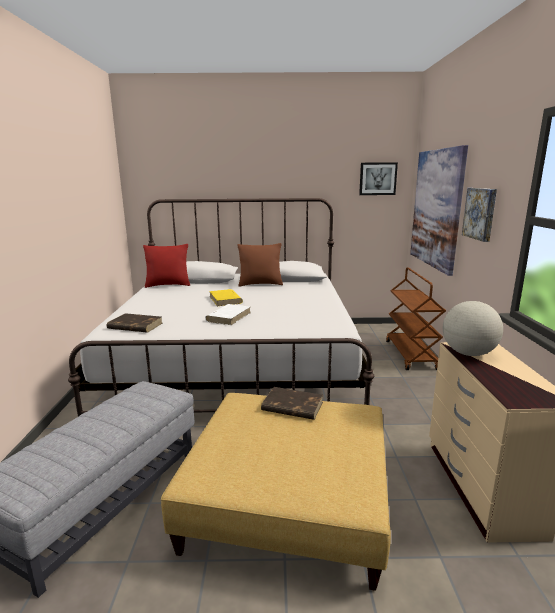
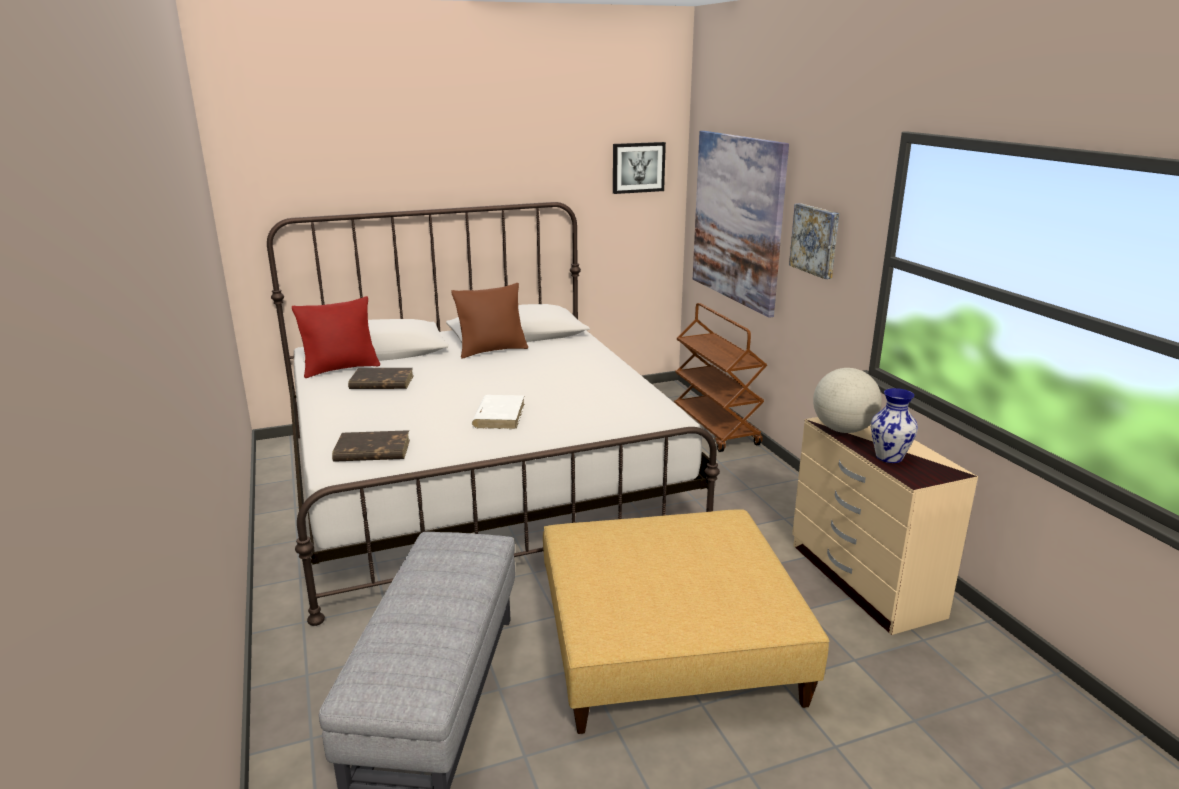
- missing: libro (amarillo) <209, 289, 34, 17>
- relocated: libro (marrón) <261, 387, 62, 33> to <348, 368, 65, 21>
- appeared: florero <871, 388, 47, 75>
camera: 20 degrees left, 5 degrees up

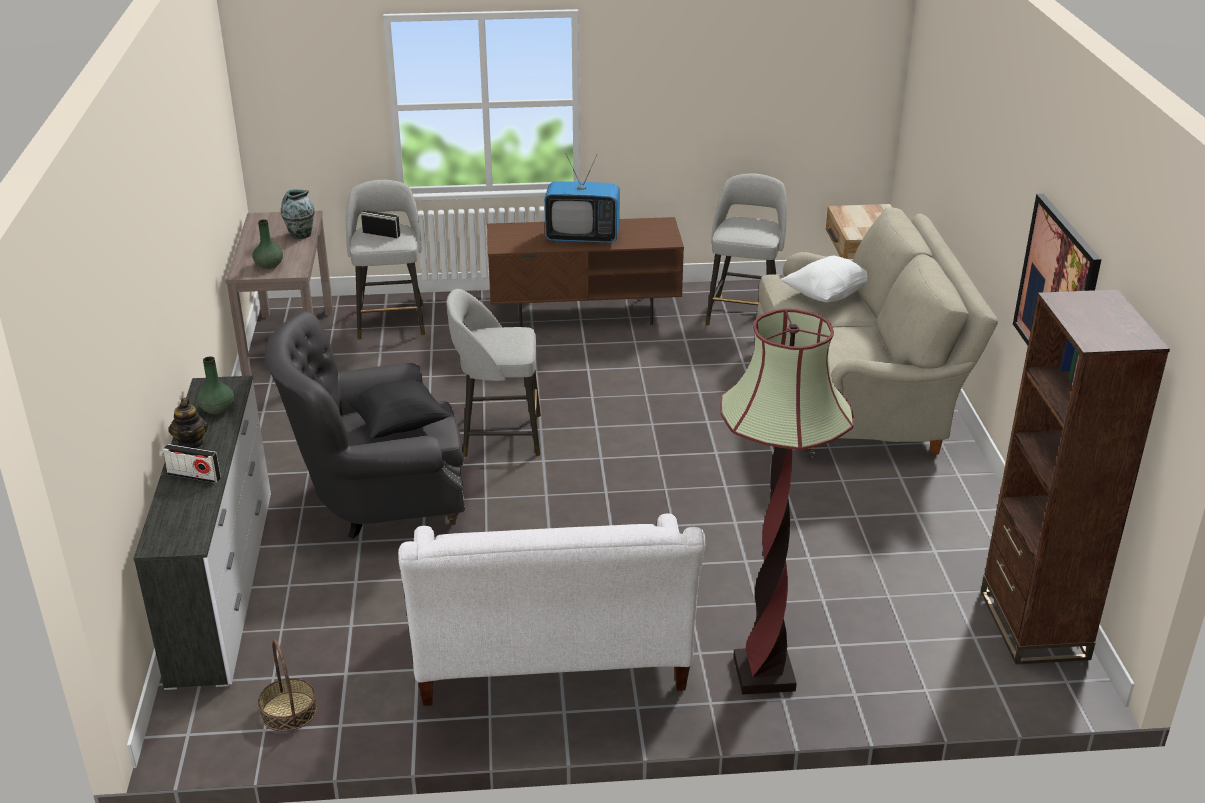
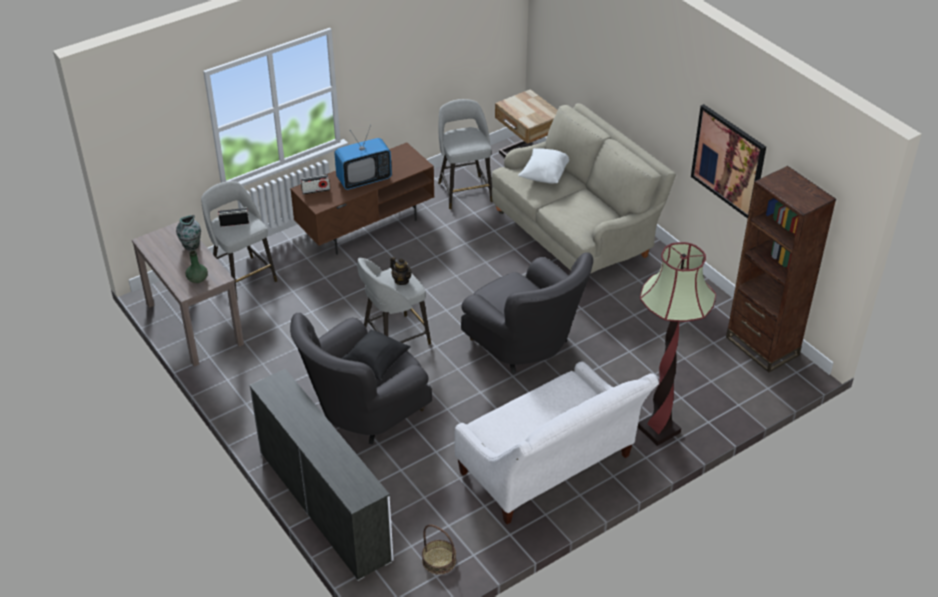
- relocated: radio <162, 444, 59, 39> to <301, 175, 29, 20>
- relocated: tetera <168, 398, 40, 51> to <390, 257, 22, 28>
- missing: florero (verde) <197, 356, 37, 59>
- appeared: sillón (gris) <461, 252, 132, 122>
camera: 30 degrees left, 10 degrees up

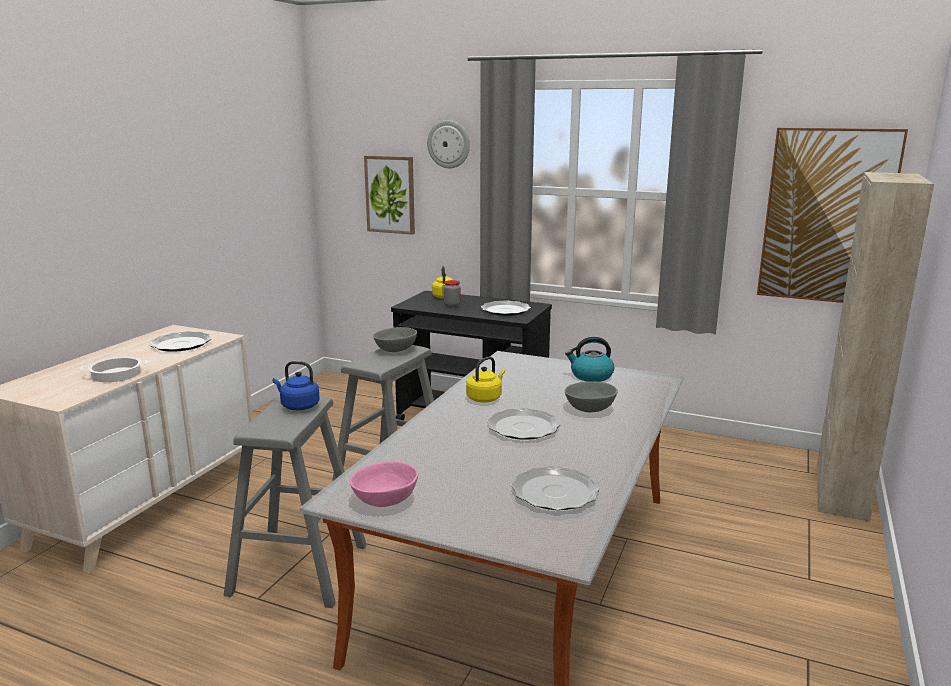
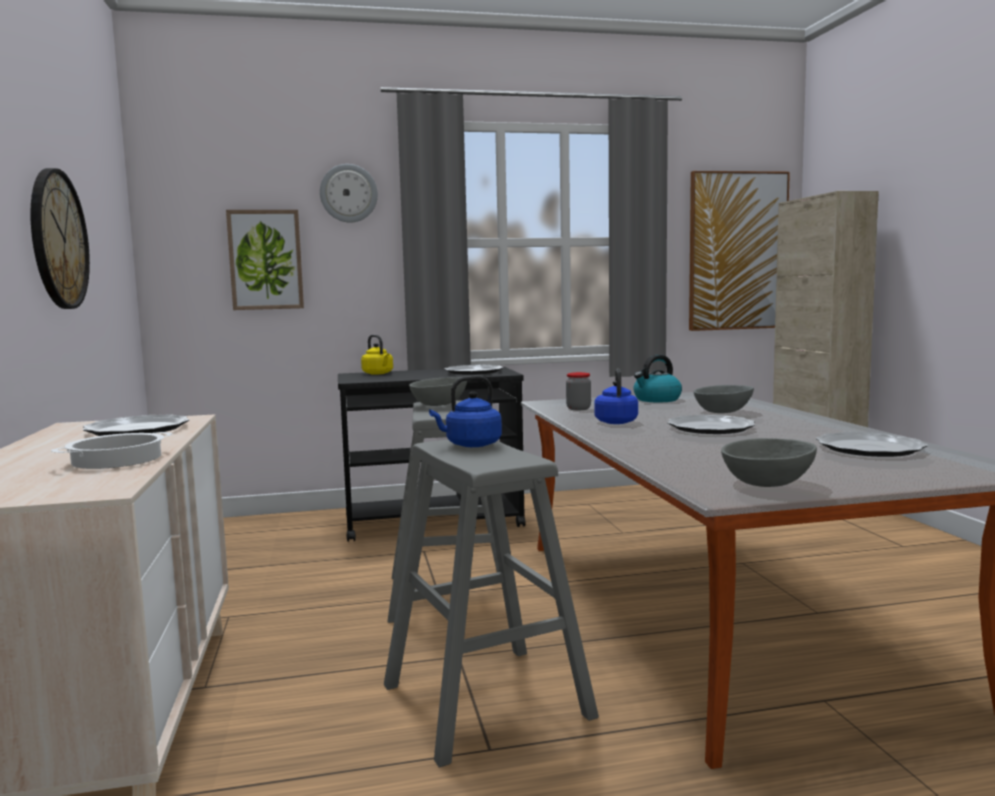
- colour: cuenco (rosa) <350, 462, 68, 45> to cuenco (gris) <721, 438, 96, 49>
- relocated: tarro <444, 280, 17, 27> to <566, 372, 25, 38>
- colour: hervidor (amarillo) <466, 357, 39, 45> to hervidor (azul) <594, 369, 44, 55>
- appeared: reloj de pared <30, 168, 60, 141>
camera: 35 degrees left, 10 degrees down

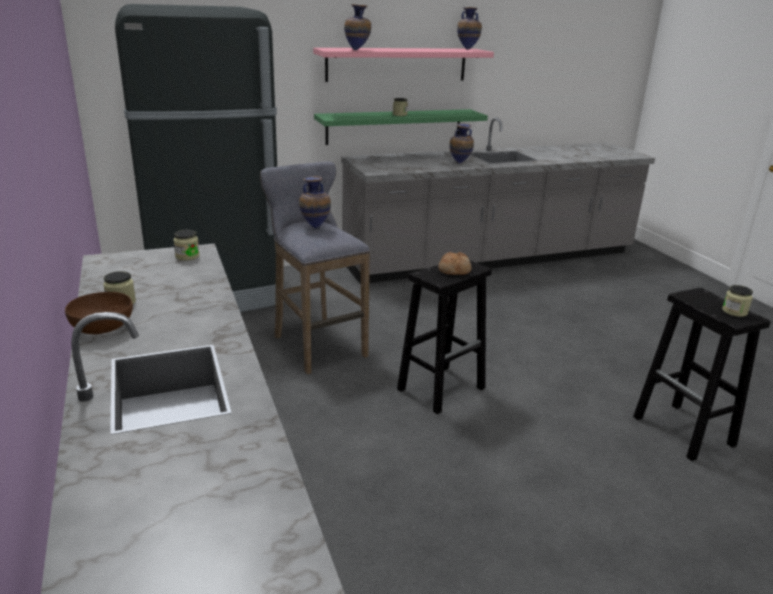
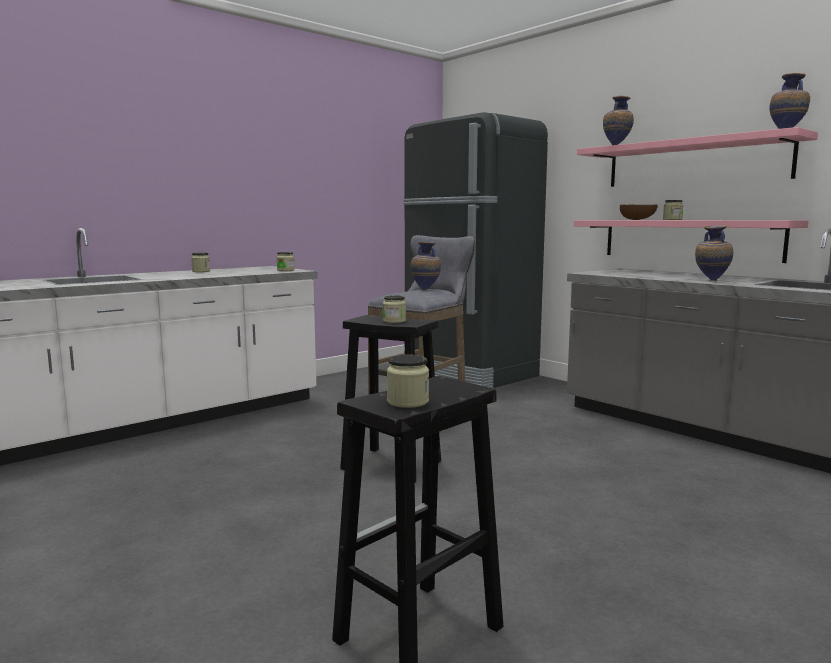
- relocated: cuenco (marrón) <65, 292, 68, 43> to <620, 204, 38, 16>
- colour: estante (verde) <314, 109, 174, 36> to estante (rosa) <574, 220, 234, 43>
- exchanged: pan <439, 252, 33, 23> to tarro <383, 295, 23, 28>
camera: 70 degrees right, 15 degrees down

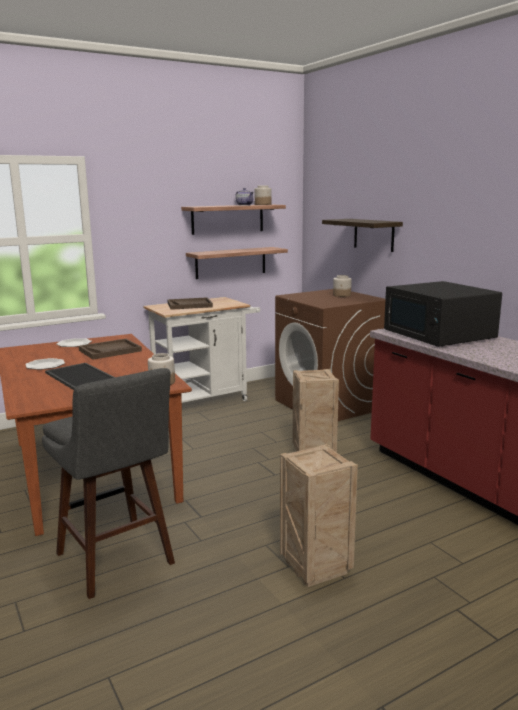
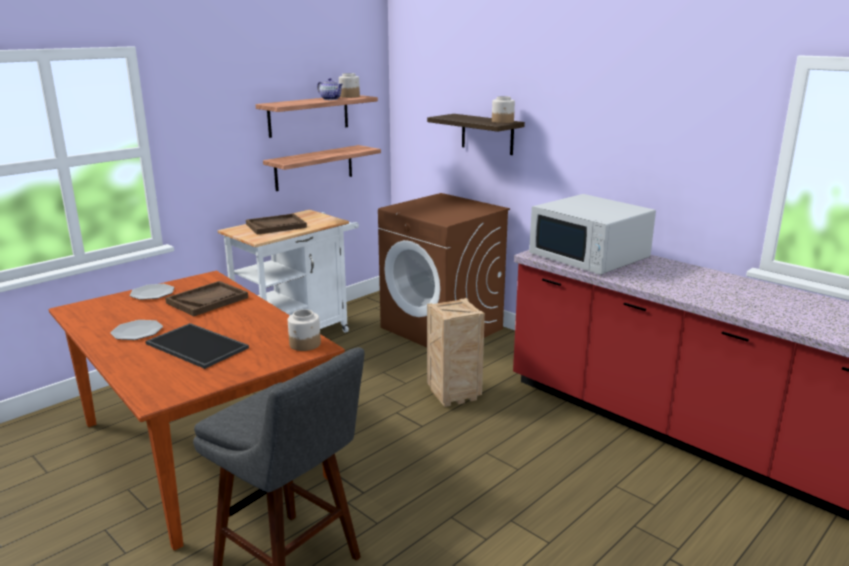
- missing: caja de embalaje <280, 444, 78, 143>
- relocated: tarro <333, 275, 19, 22> to <492, 96, 23, 27>
- colour: microondas (negro) <384, 281, 118, 66> to microondas (blanco) <529, 194, 127, 81>
camera: 15 degrees left, 5 degrees up

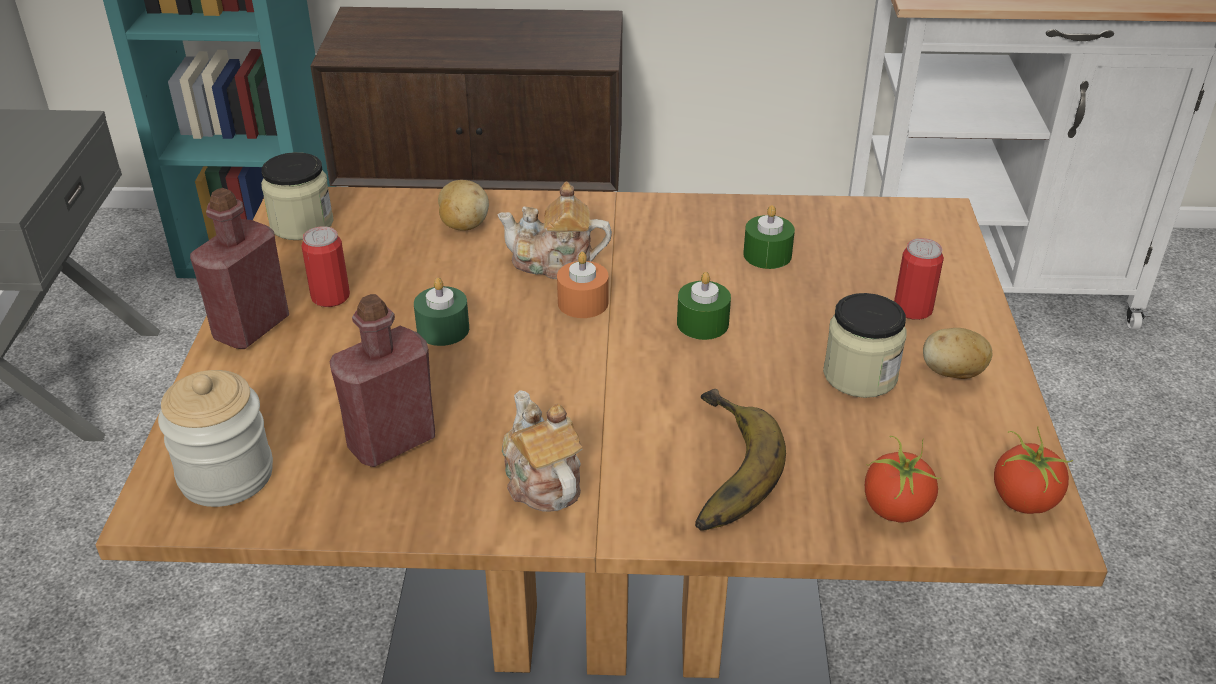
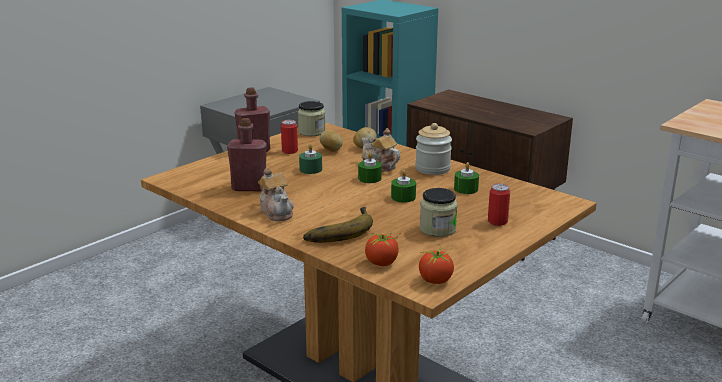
- relocated: tarro <158, 370, 115, 137> to <415, 123, 37, 52>
- spun: tetera <502, 390, 80, 122> = <258, 167, 36, 54> 135 degrees clockwise
- colour: vela (naranja) <557, 252, 52, 66> to vela (verde) <358, 152, 24, 31>
- relocated: patata <923, 328, 69, 51> to <319, 130, 24, 22>
camera: 40 degrees right, 15 degrees down

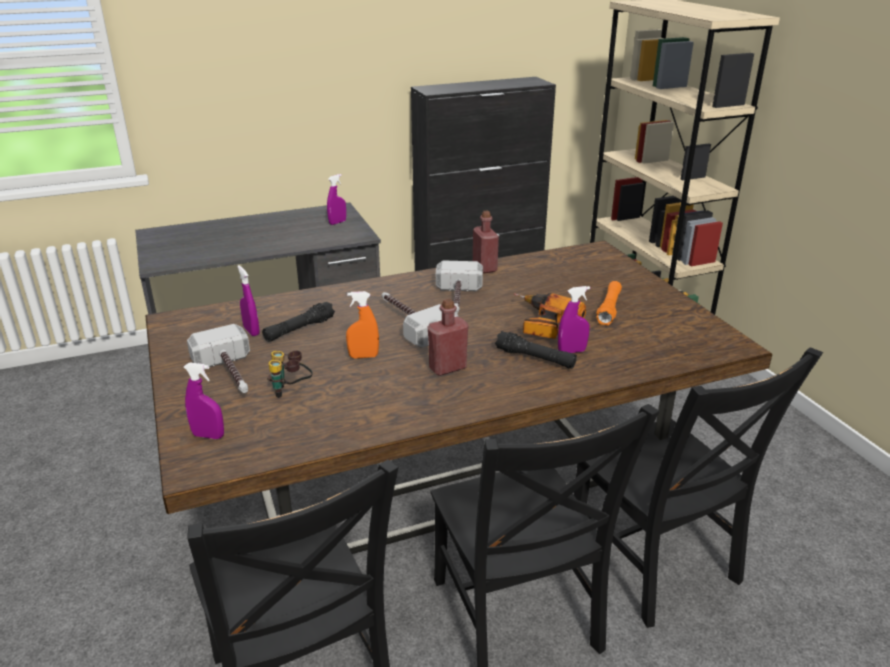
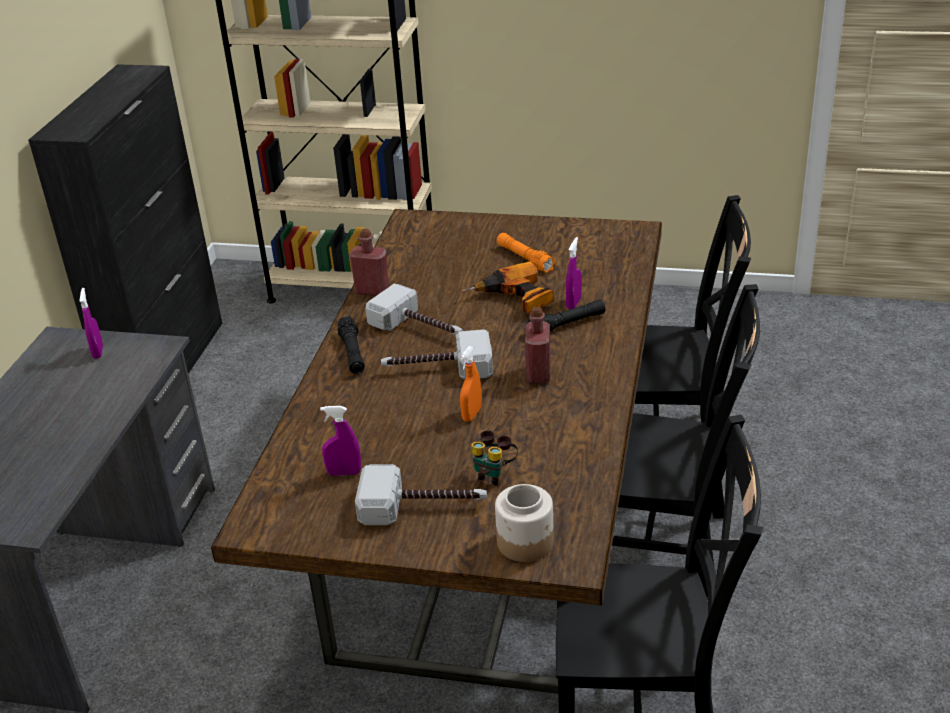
- exchanged: pulverizador (morado) <184, 362, 40, 77> to tarro <495, 484, 59, 78>
- relocated: linterna (negro) <262, 302, 73, 40> to <337, 316, 28, 58>
camera: 55 degrees left, 5 degrees up

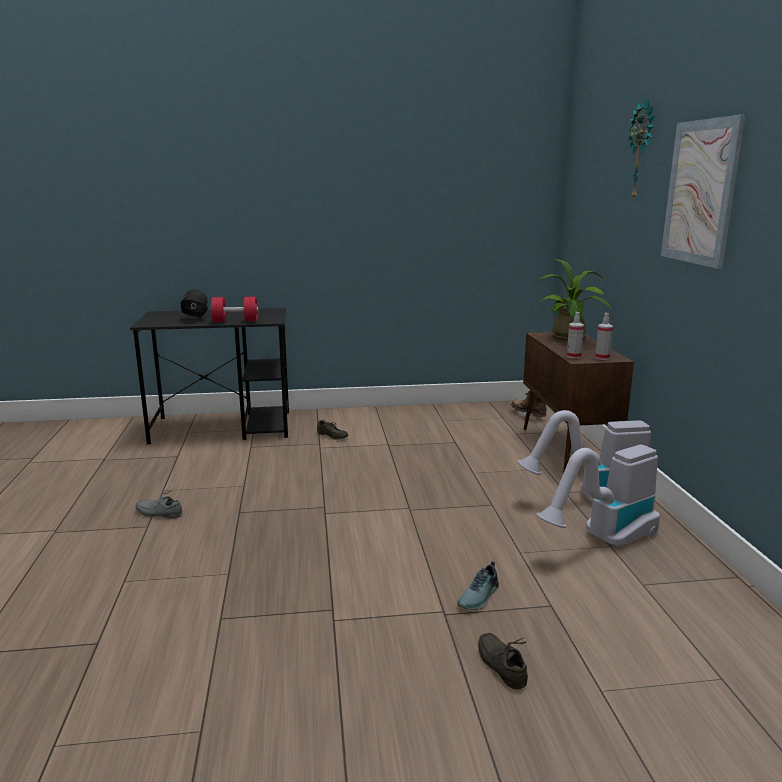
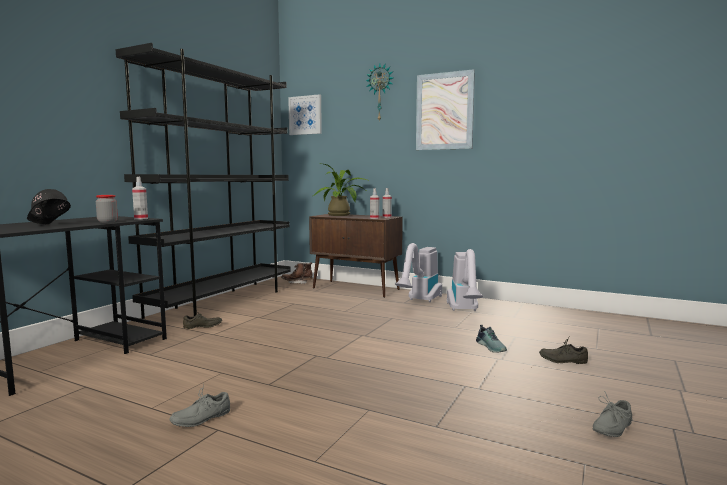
- exchanged: mancuerna (rojo) <211, 297, 47, 25> to tarro <96, 195, 22, 28>
- appeared: estantería (negro) <116, 43, 175, 276>
- appeared: pulverizador <132, 177, 16, 43>
- appeared: cuadro <288, 94, 34, 41>
- appeared: zapato (gris) <593, 391, 39, 46>
camera: 55 degrees left, 10 degrees down

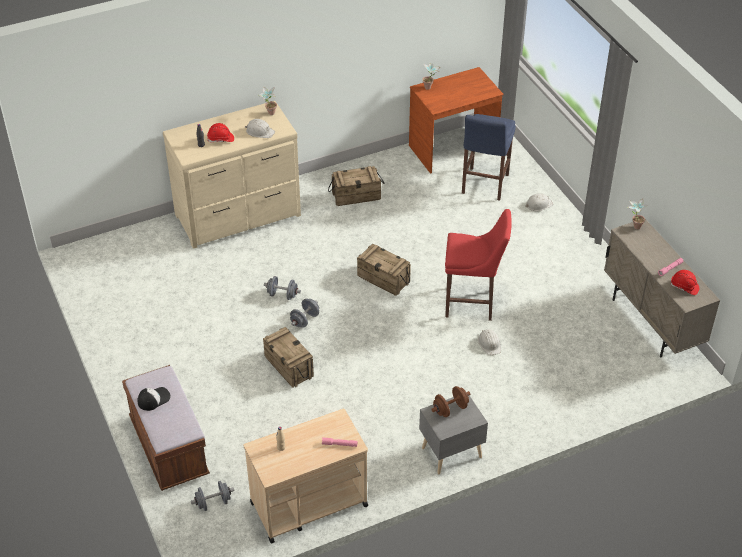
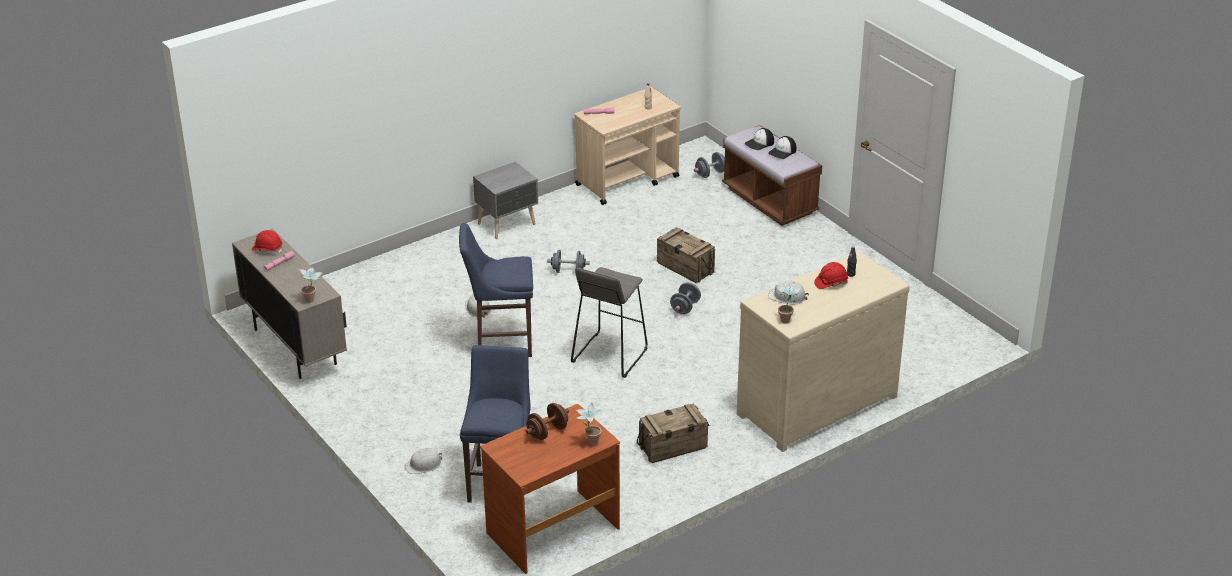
- relocated: mancuerna (gris) <264, 276, 37, 24> to <547, 250, 43, 23>
- exchanged: caja de embalaje <357, 244, 54, 52> to taburete (gris) <571, 267, 76, 111>
- relocated: mancuerna (marrón) <432, 386, 38, 31> to <526, 403, 43, 37>
- colour: taburete (rojo) <445, 209, 66, 112> to taburete (azul) <459, 223, 74, 134>
- appeared: gorra <745, 128, 29, 22>
camera: 170 degrees right, 10 degrees down

